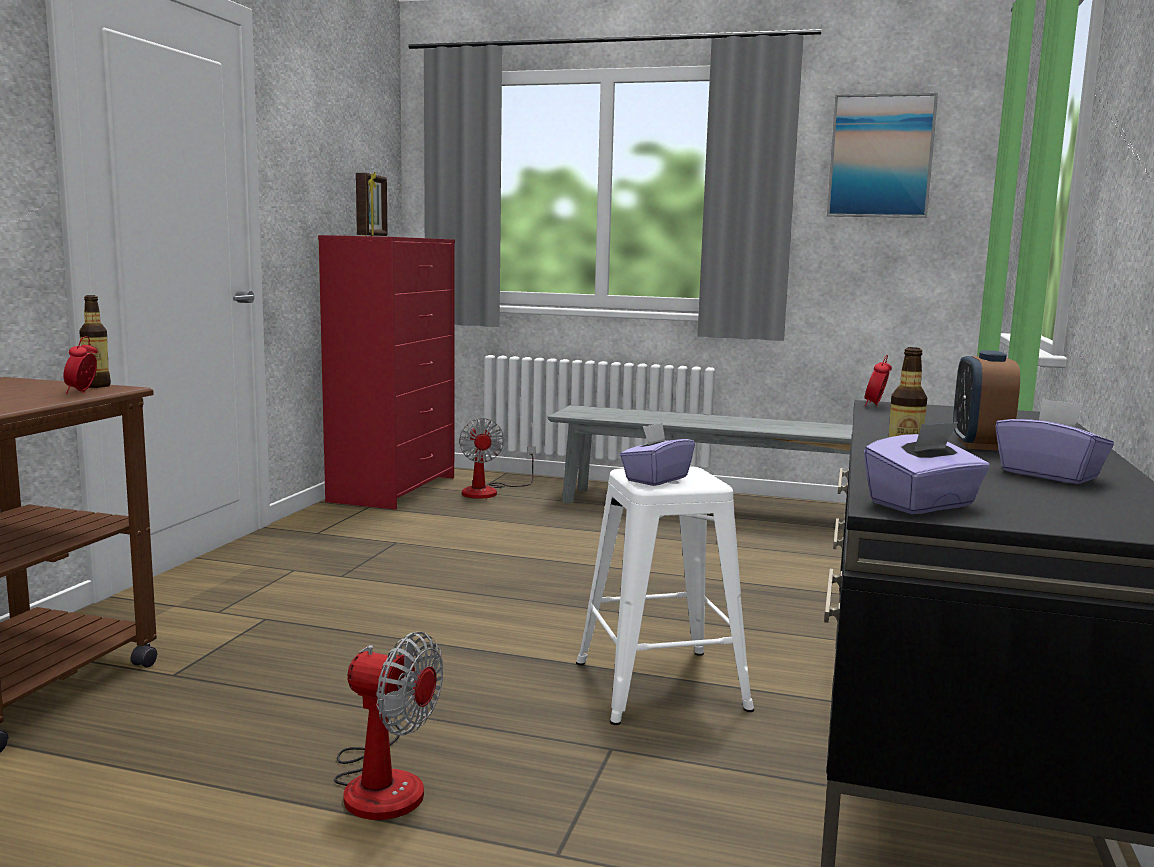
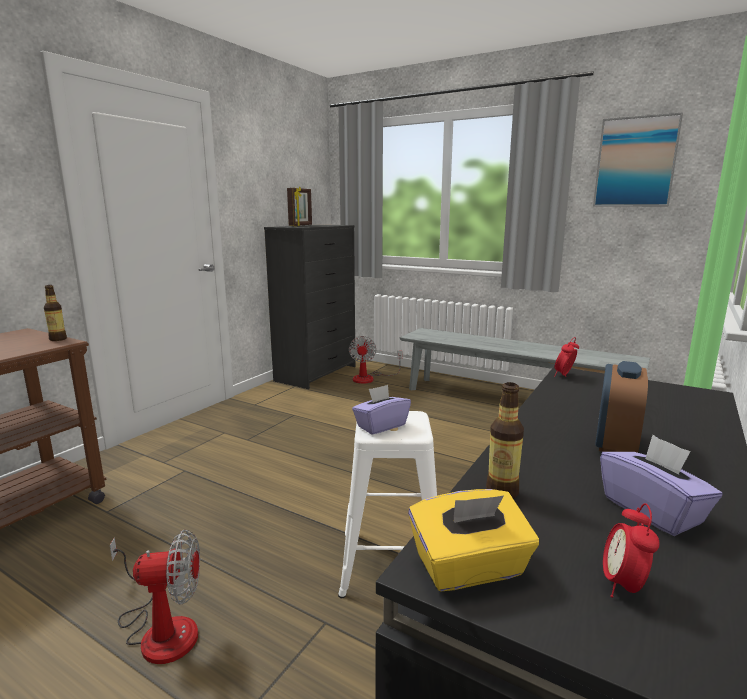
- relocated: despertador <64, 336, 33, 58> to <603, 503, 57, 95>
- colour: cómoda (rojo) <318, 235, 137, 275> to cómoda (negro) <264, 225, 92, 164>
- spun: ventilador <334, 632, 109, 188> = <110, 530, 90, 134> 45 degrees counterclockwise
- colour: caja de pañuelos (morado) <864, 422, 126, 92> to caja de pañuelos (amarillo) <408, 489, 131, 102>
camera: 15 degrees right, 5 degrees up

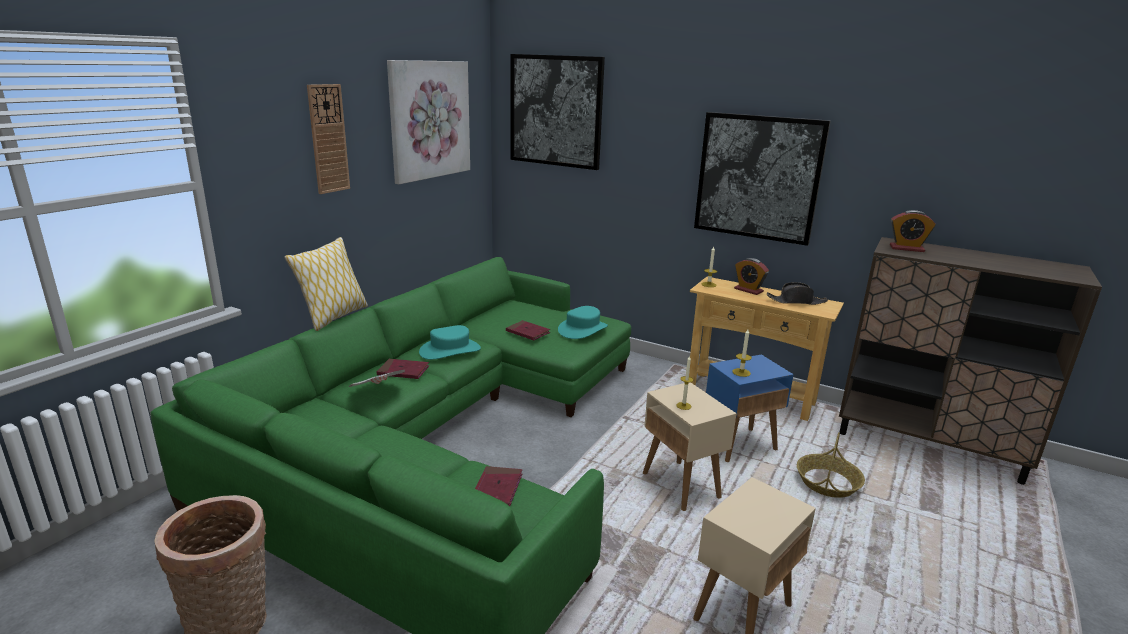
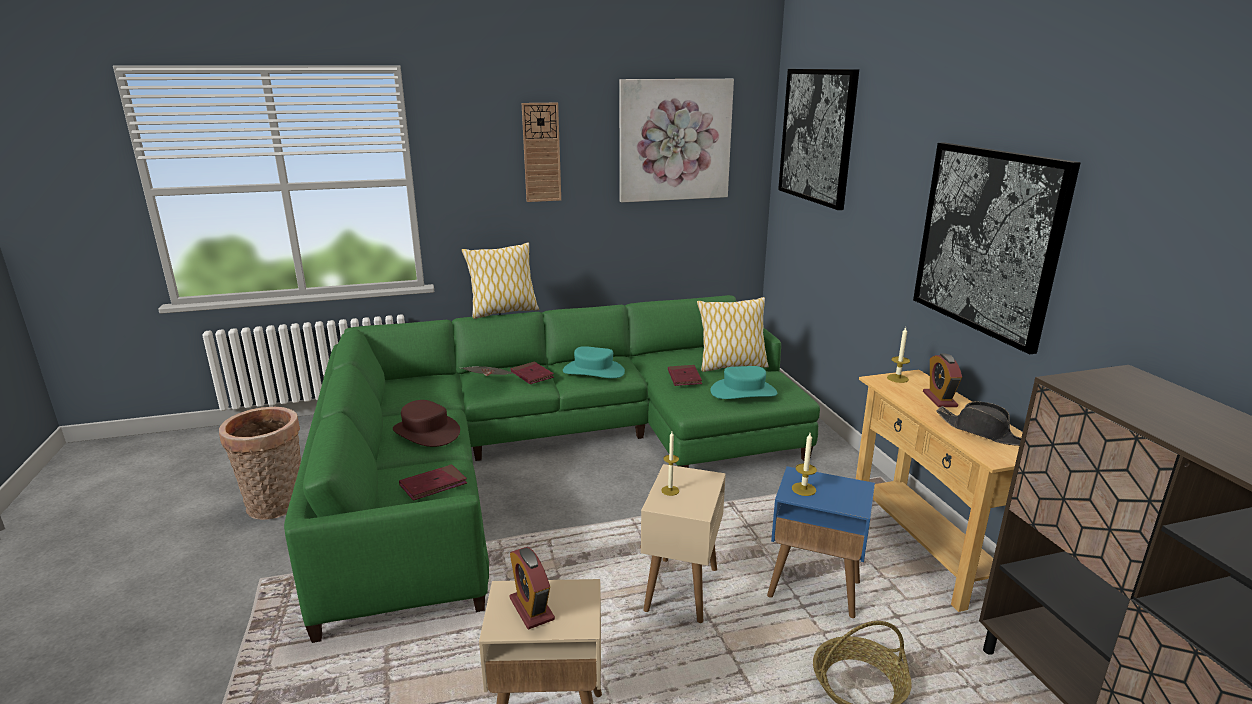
- relocated: despertador <890, 210, 46, 42> to <510, 547, 45, 82>
- appeared: sombrero (marrón) <393, 400, 67, 47>
- appeared: cojín <697, 297, 72, 75>
camera: 45 degrees right, 0 degrees up

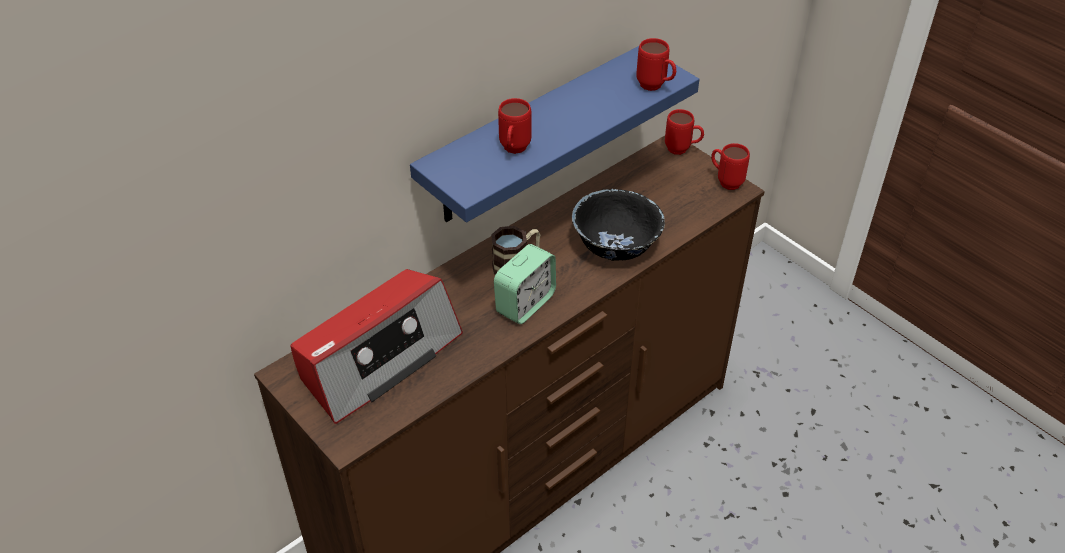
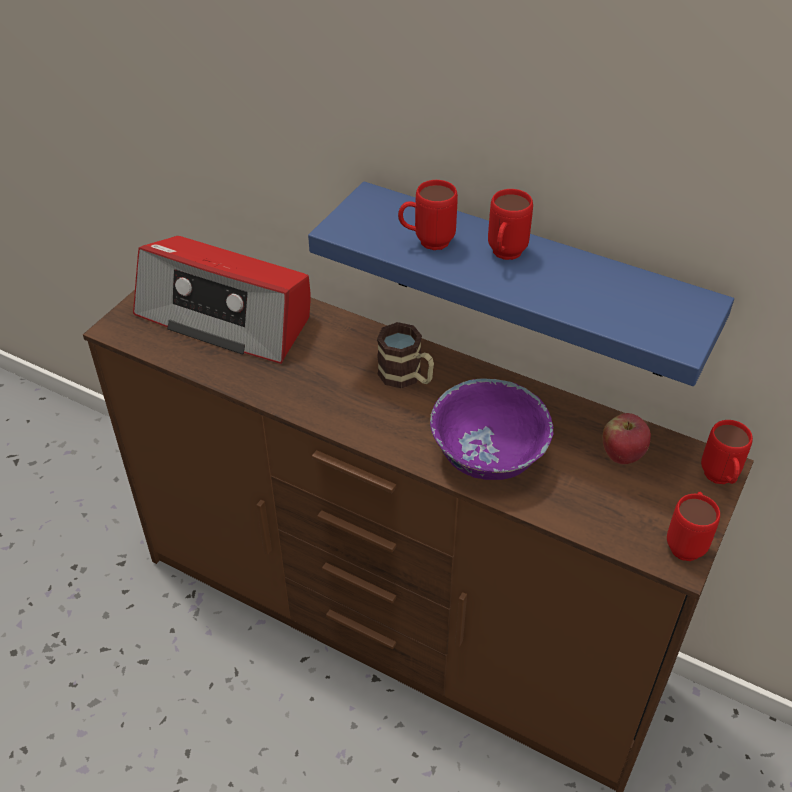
- missing: despertador <494, 244, 62, 80>
- colour: cuenco (negro) <572, 189, 93, 72> to cuenco (morado) <430, 378, 123, 102>
- relocated: taza grande (rojo) <636, 38, 40, 53> to <488, 189, 45, 71>
- appeared: manzana <602, 413, 49, 51>
camera: 70 degrees right, 0 degrees up

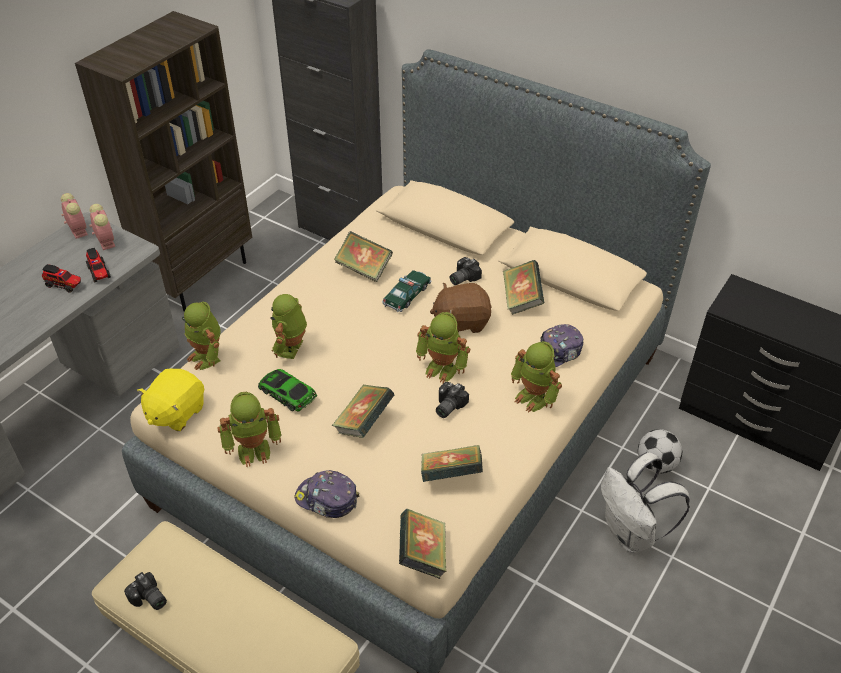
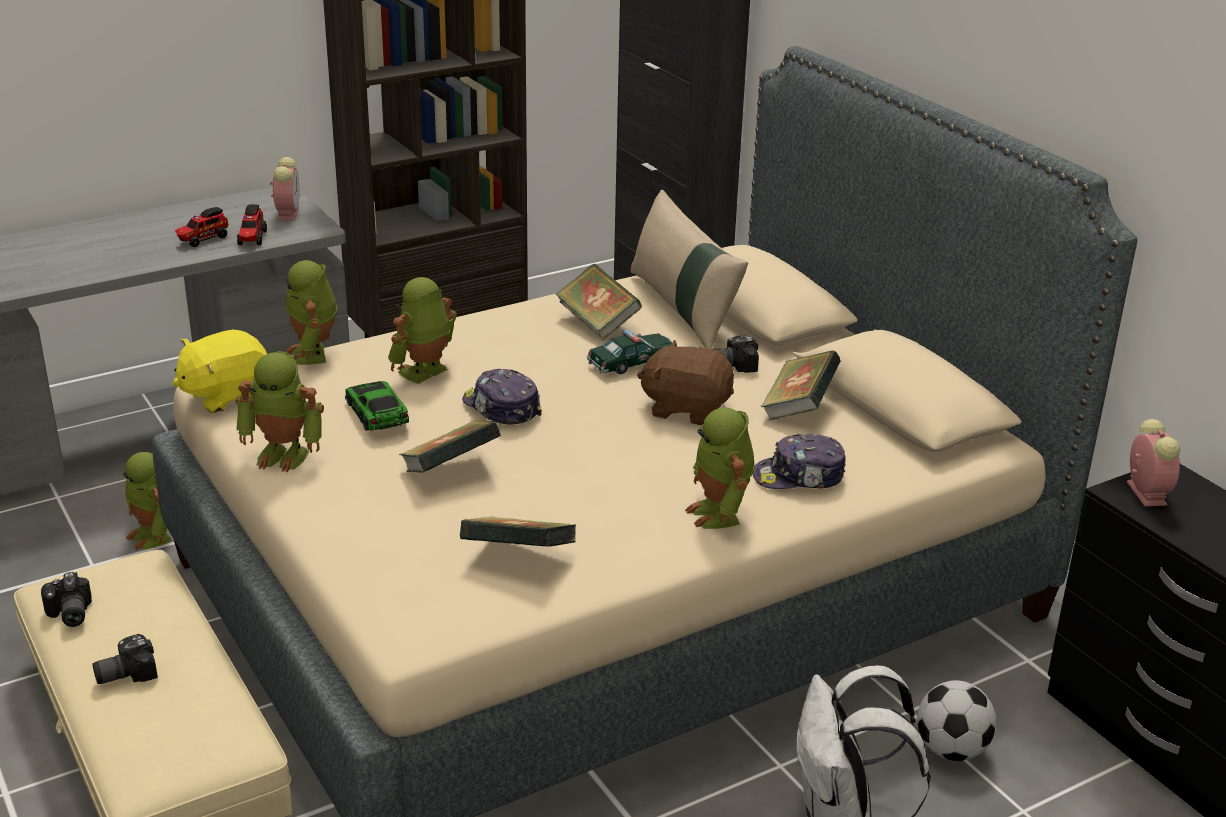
- spun: camión de juguete <42, 264, 39, 29> = <175, 207, 53, 40> 90 degrees clockwise
- relocated: despertador <61, 193, 27, 46> to <1127, 419, 53, 87>
- relocated: gorra <295, 470, 64, 48> to <462, 369, 80, 56>
- missing: libro <399, 509, 48, 70>
- relocated: robot de juguete <416, 312, 54, 71> to <123, 452, 49, 98>
- relocated: cámara <436, 382, 33, 36> to <92, 634, 66, 50>
- appeared: cojín (beis) <631, 190, 117, 159>
camera: 25 degrees right, 15 degrees down

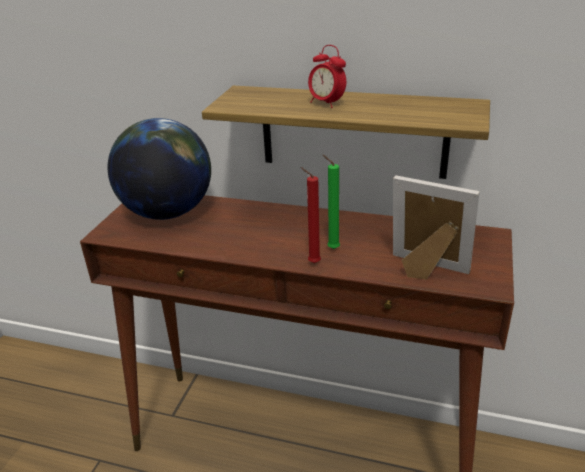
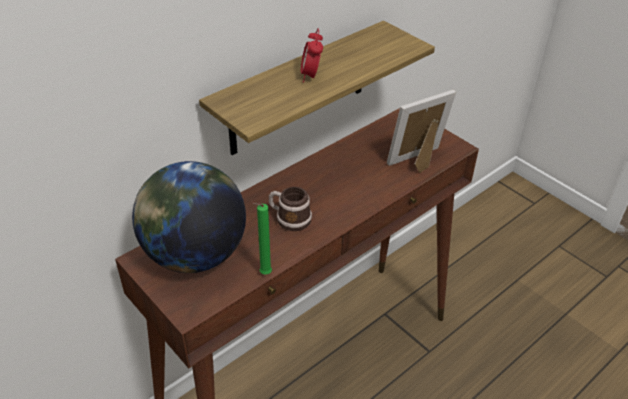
- missing: vela (rojo) <300, 167, 21, 96>
- spun: despertador <308, 45, 38, 63> = <301, 28, 22, 54> 105 degrees clockwise
- relocated: vela (verde) <323, 155, 17, 94> to <252, 203, 20, 72>
- appeared: taza grande <269, 187, 43, 44>
camera: 60 degrees left, 10 degrees up

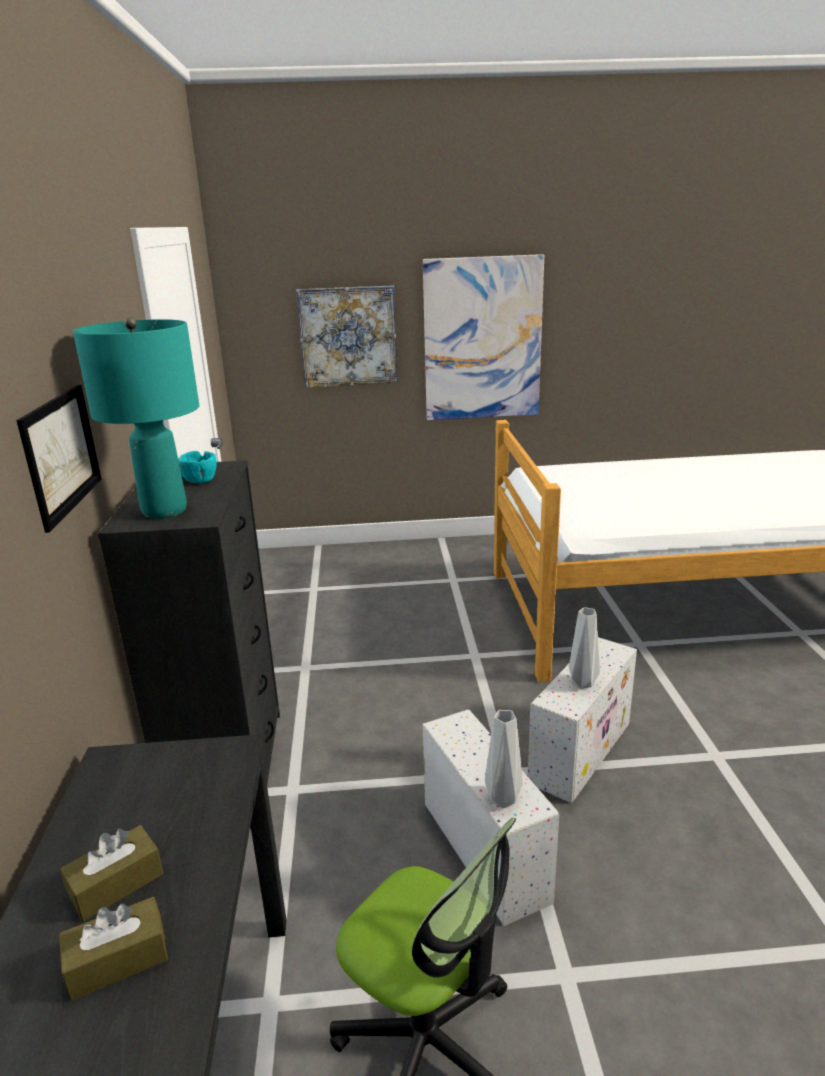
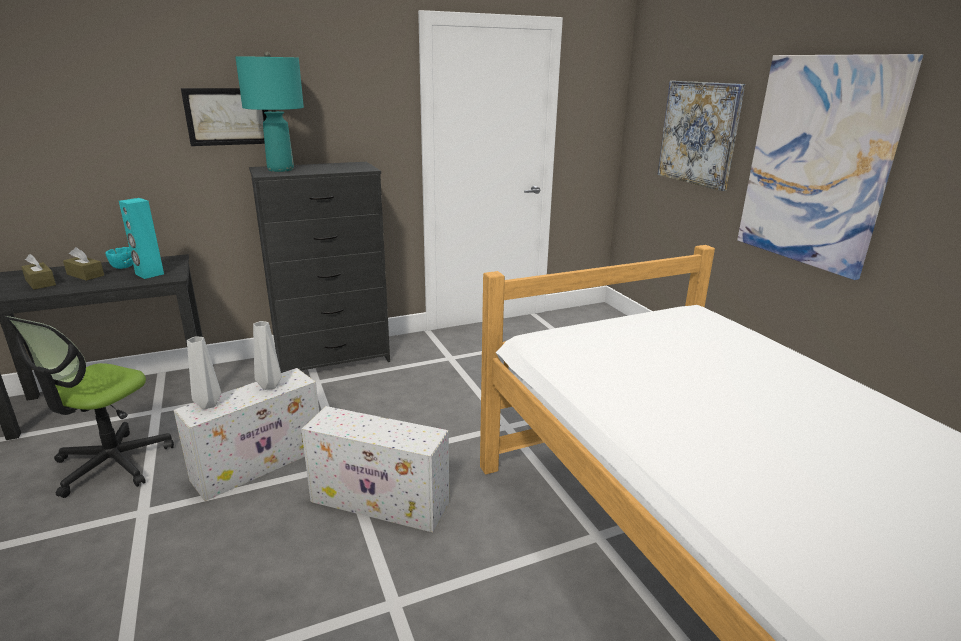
- relocated: cuenco (turquesa) <178, 451, 39, 32> to <106, 247, 27, 22>
- relocated: florero (gris) <569, 607, 31, 82> to <253, 321, 29, 69>
- appeared: altavoz (turquesa) <119, 198, 45, 81>
camera: 70 degrees right, 0 degrees up

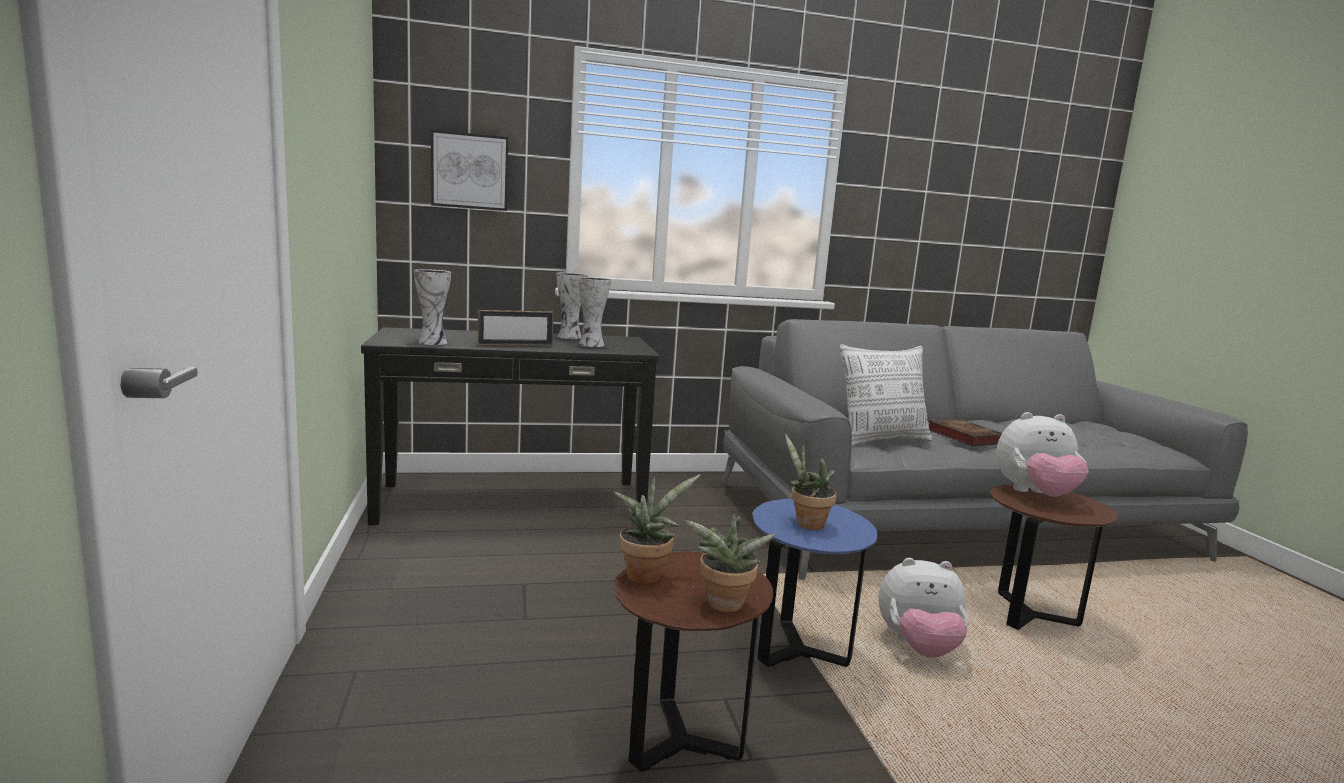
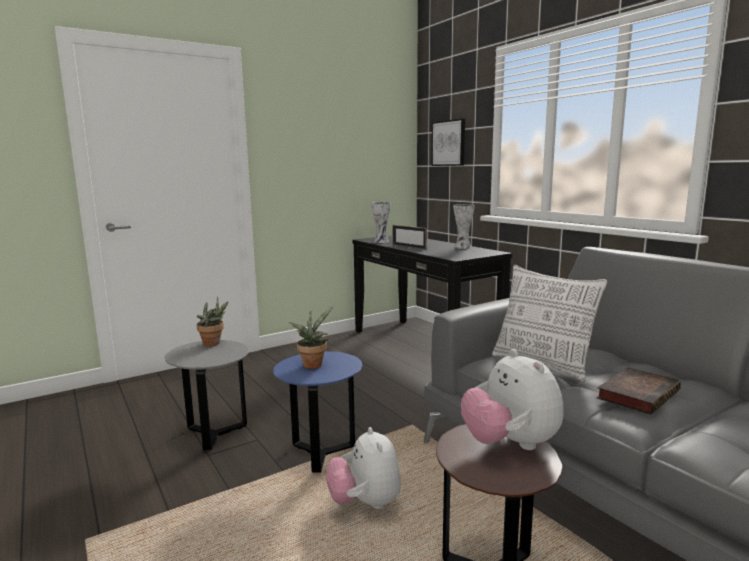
- missing: florero <578, 277, 33, 70>
- colour: mesa auxiliar (marrón) <614, 551, 159, 221> to mesa auxiliar (gris) <165, 340, 84, 110>
- missing: planta en maceta <684, 513, 92, 99>
camera: 70 degrees right, 0 degrees up

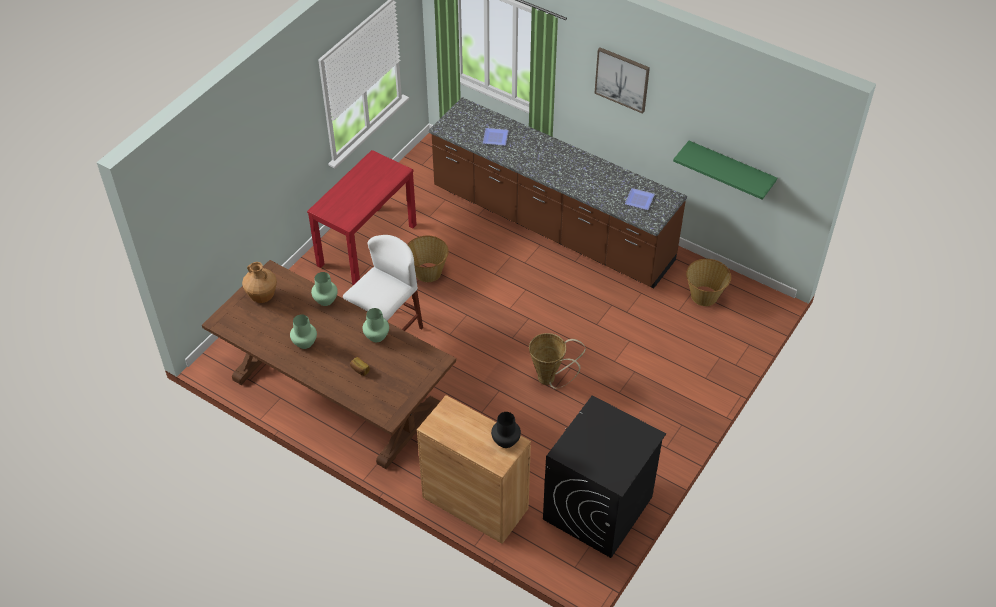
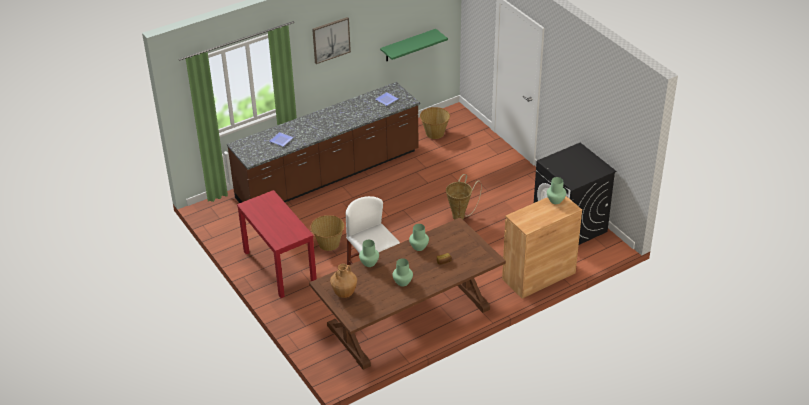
- colour: florero (negro) <491, 412, 30, 36> to florero (verde) <547, 177, 19, 27>
camera: 65 degrees left, 10 degrees down

